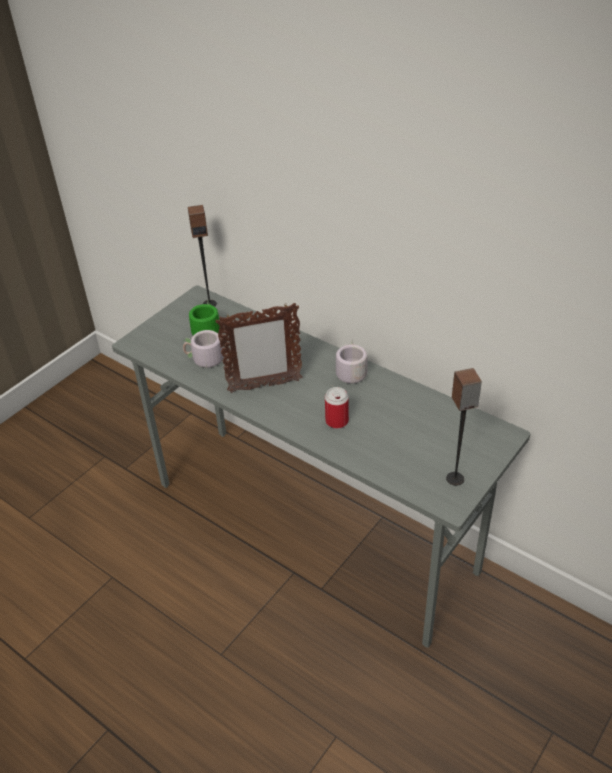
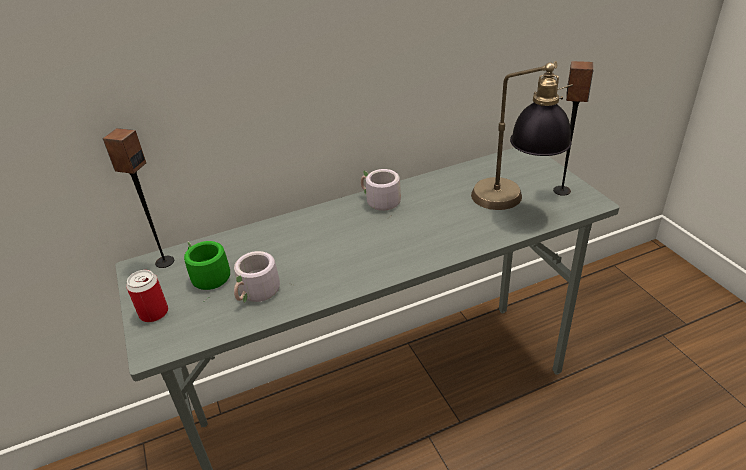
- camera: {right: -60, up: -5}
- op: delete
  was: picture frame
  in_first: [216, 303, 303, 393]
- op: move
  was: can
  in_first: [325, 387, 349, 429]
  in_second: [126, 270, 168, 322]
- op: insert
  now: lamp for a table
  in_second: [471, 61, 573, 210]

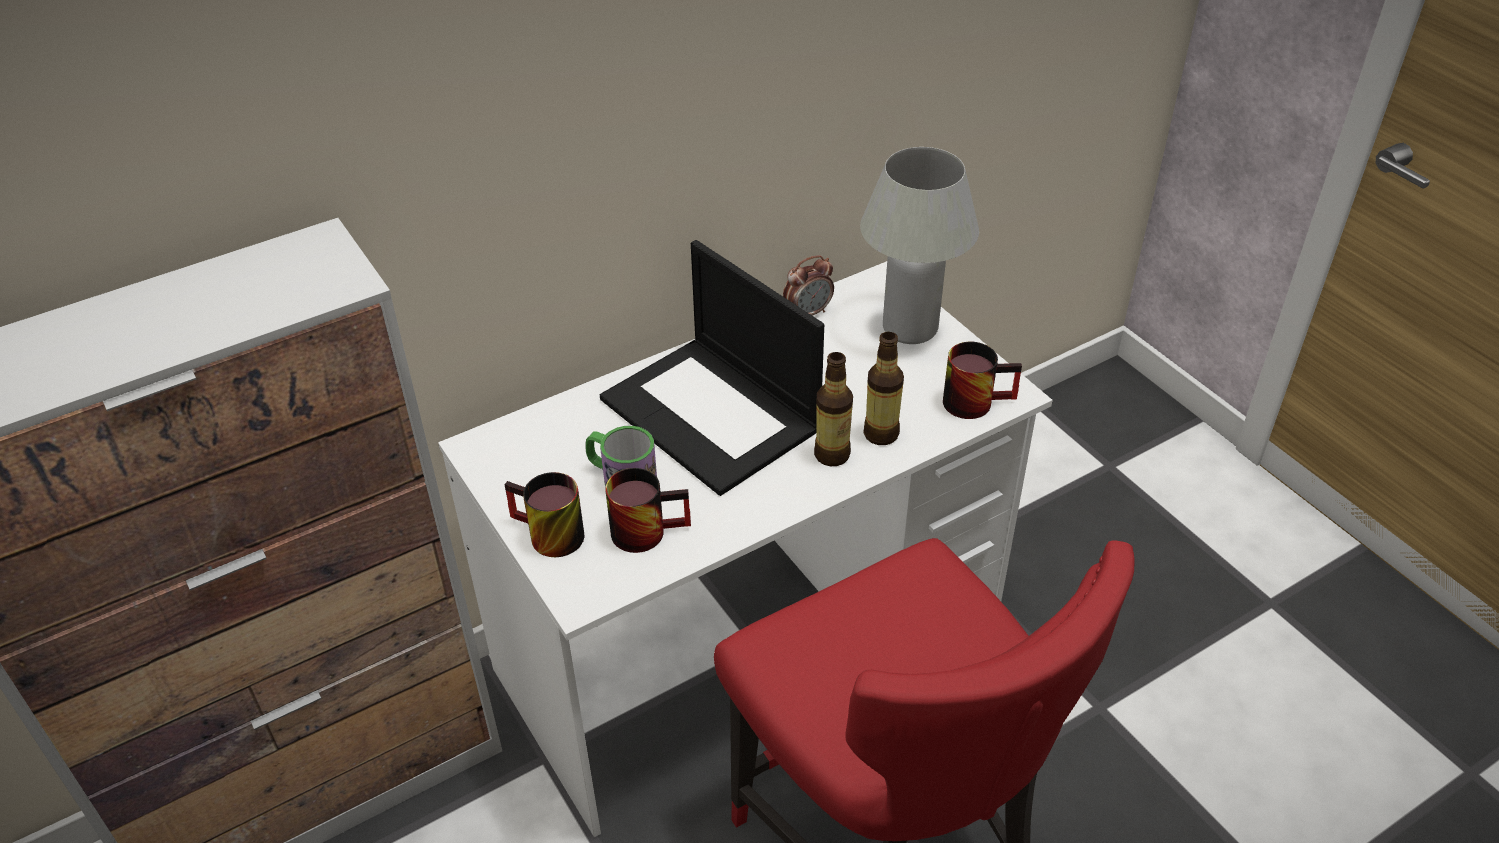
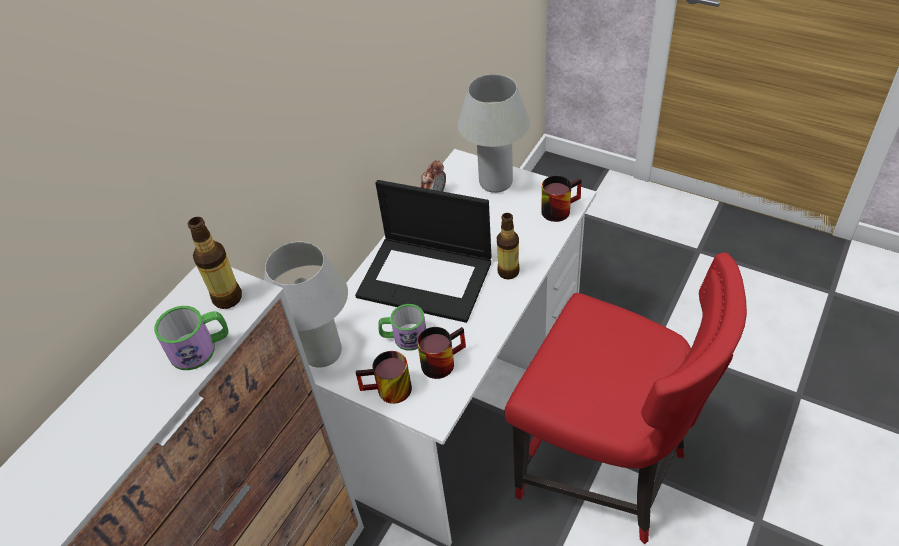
- camera: {right: -25, up: 5}
- op: move
  was: bottle
  in_first: [864, 332, 904, 445]
  in_second: [188, 217, 242, 309]
- op: insert
  now: lamp for a table/whitish
  in_second: [264, 242, 348, 368]
- op: insert
  now: coffee mug
  in_second: [154, 306, 228, 370]

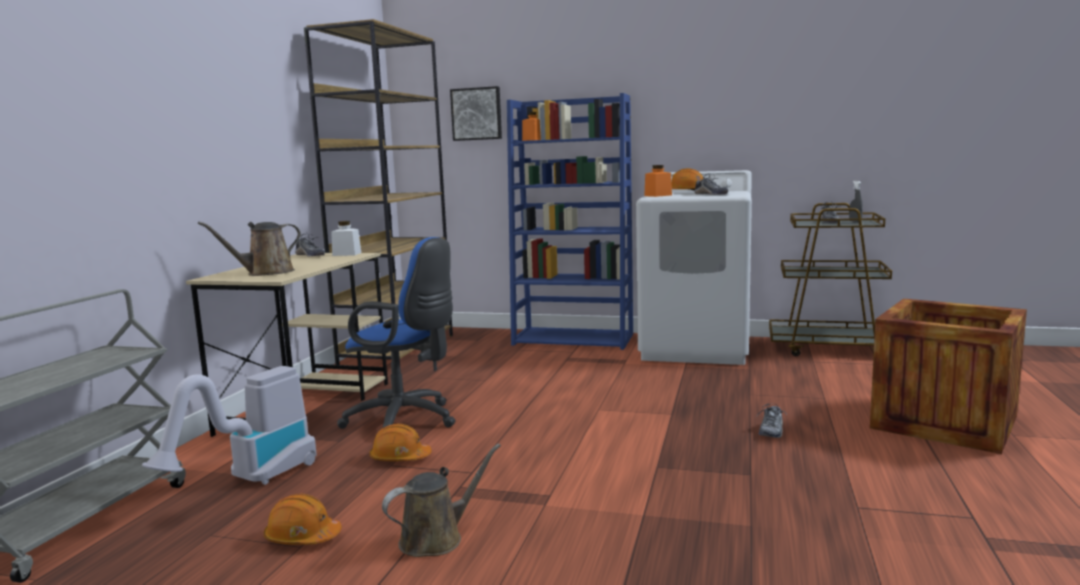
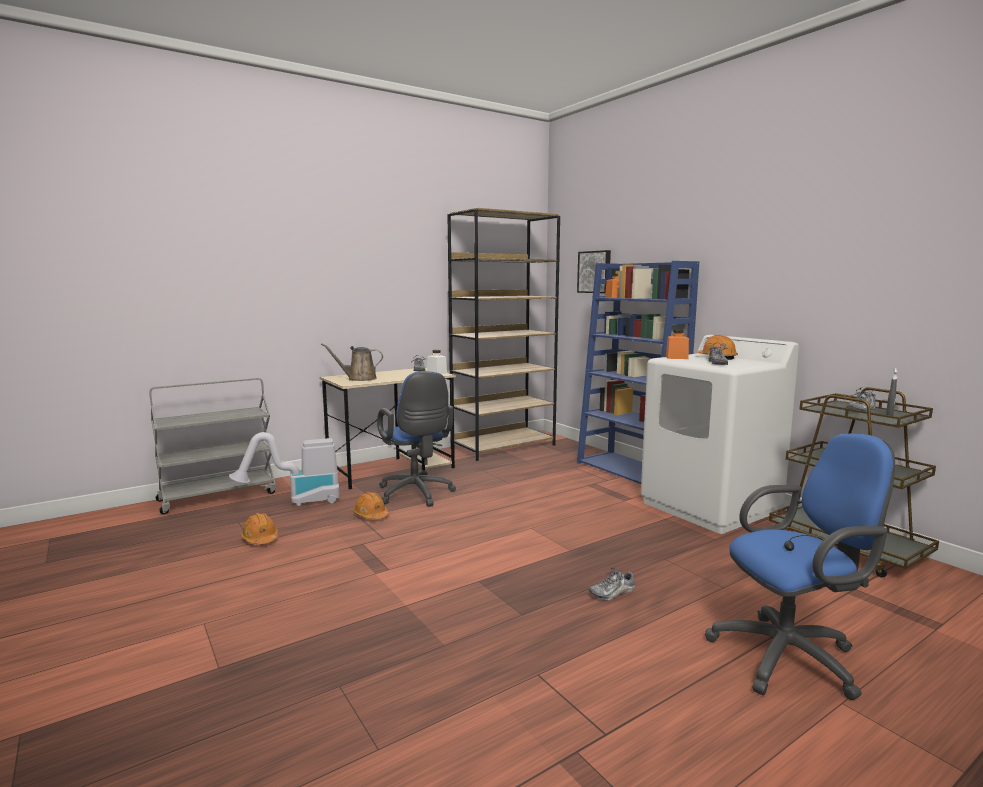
- camera: {right: 40, up: 0}
- op: replace
  was: shipping crate
  now: computer chair/blue
  in_first: [870, 298, 1027, 454]
  in_second: [705, 434, 895, 700]
- op: delete
  was: watering can/brownish
  in_first: [382, 444, 501, 557]

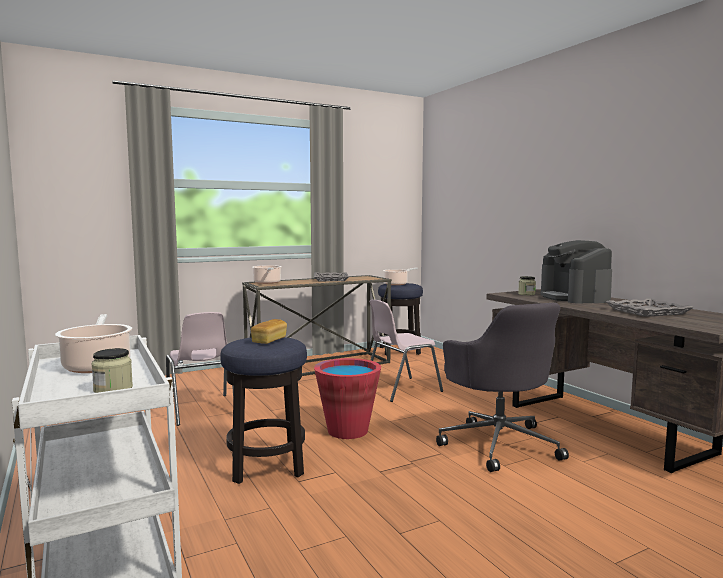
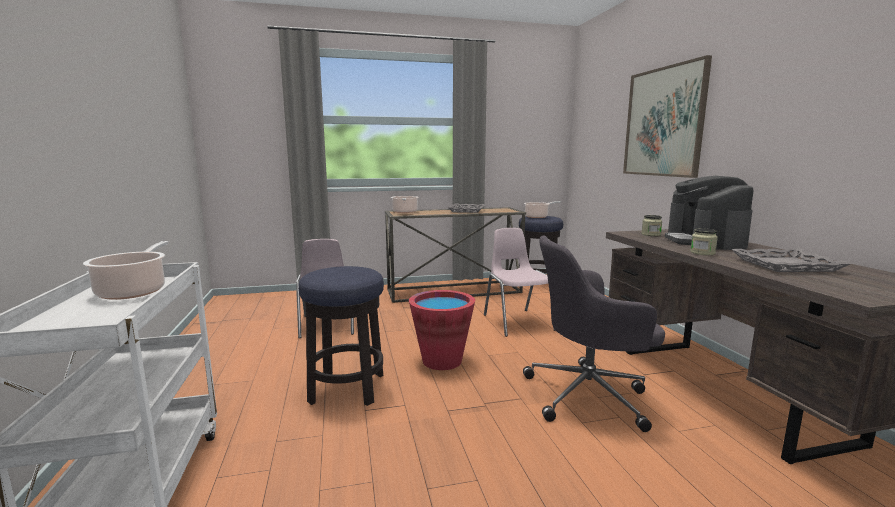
- camera: {right: 15, up: 5}
- op: rotate
  was: chair/pink
  in_first: [369, 299, 443, 402]
  in_second: [484, 228, 555, 337]
  clockwise: 90
- op: rotate
  was: computer chair/gray
  in_first: [436, 303, 569, 472]
  in_second: [523, 236, 665, 432]
  clockwise: 90
- op: delete
  was: bakery bread
  in_first: [251, 319, 287, 344]
- op: move
  was: jar
  in_first: [91, 348, 133, 393]
  in_second: [690, 228, 718, 255]
- op: insert
  now: picture
  in_second: [623, 55, 712, 178]

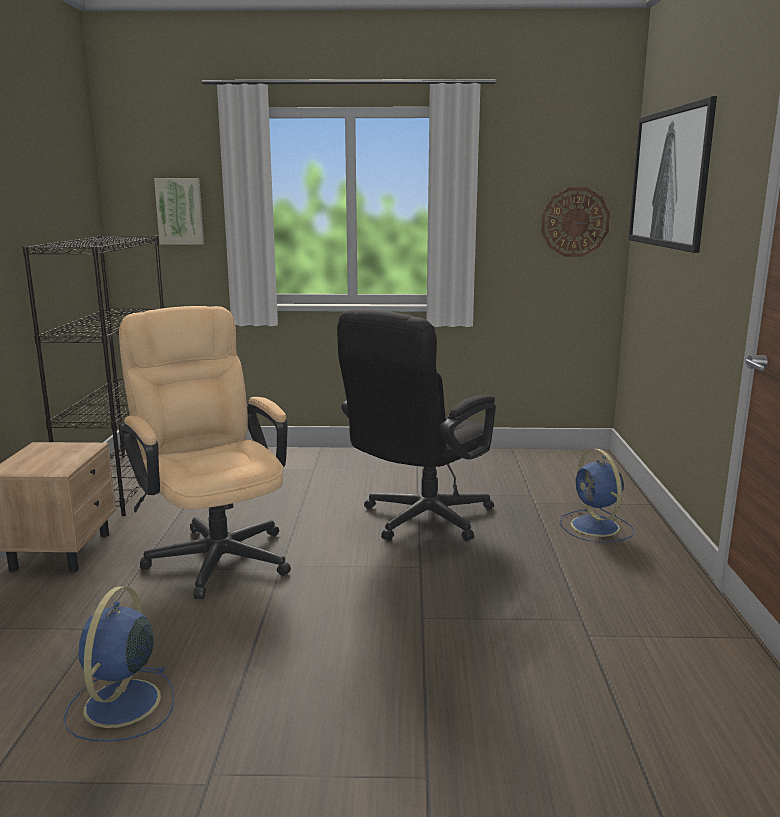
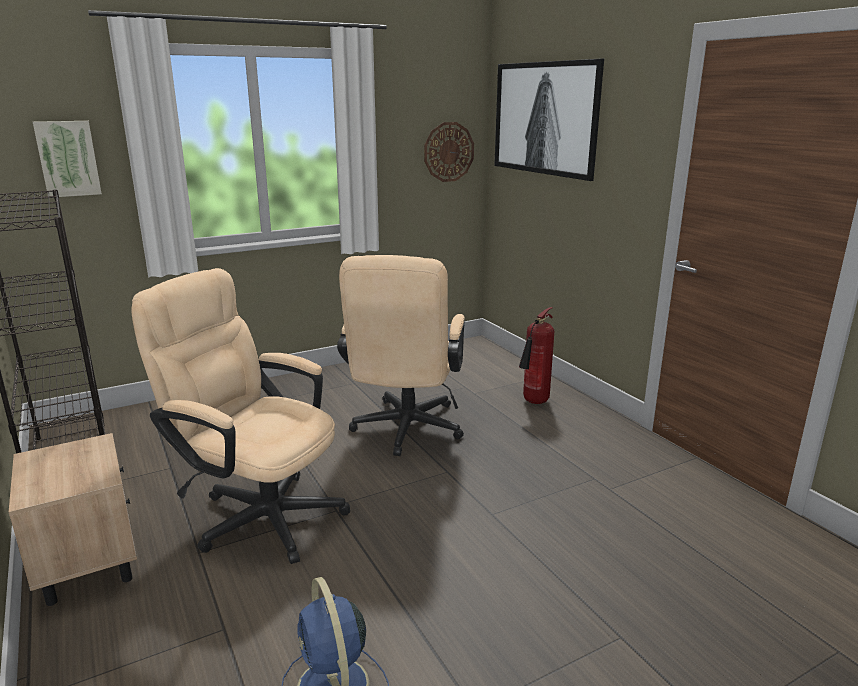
- camera: {right: -30, up: 5}
- op: recolor
  was: computer chair/black-coloured
  now: computer chair/beige
  in_first: [337, 309, 496, 541]
  in_second: [337, 255, 465, 456]
- op: replace
  was: fan/blue
  now: fire-fighting cylinder
  in_first: [560, 449, 635, 543]
  in_second: [519, 307, 554, 404]

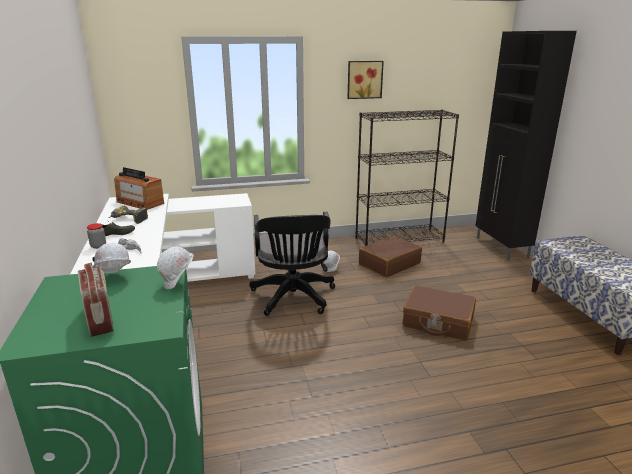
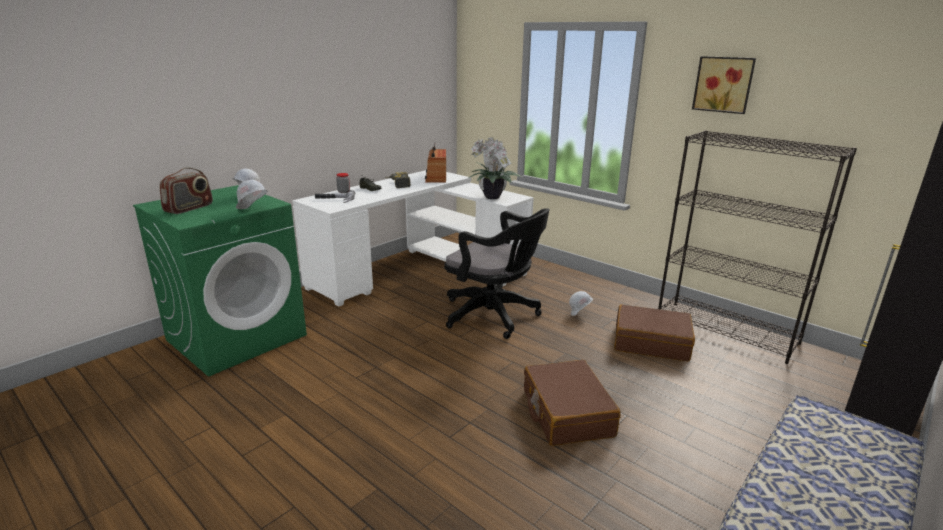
- camera: {right: 55, up: 0}
- op: rotate
  was: computer chair/black-coloured
  in_first: [249, 212, 335, 316]
  in_second: [444, 208, 550, 339]
  clockwise: -105
- op: insert
  now: houseplant
  in_second: [469, 137, 522, 199]

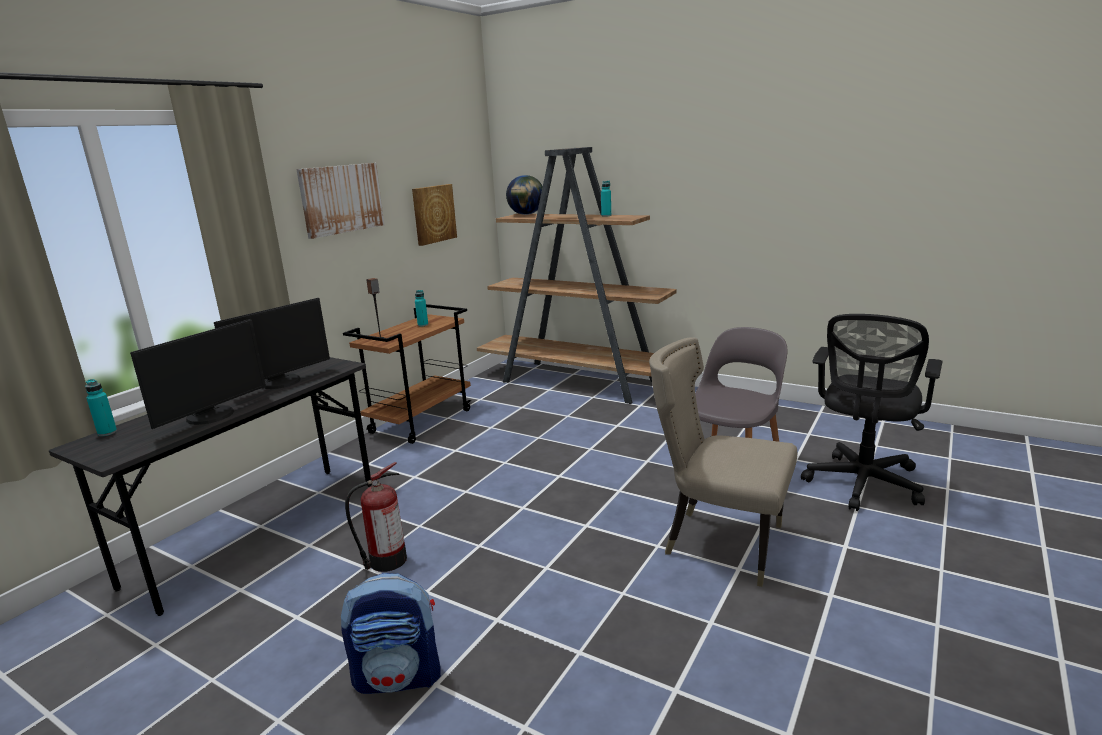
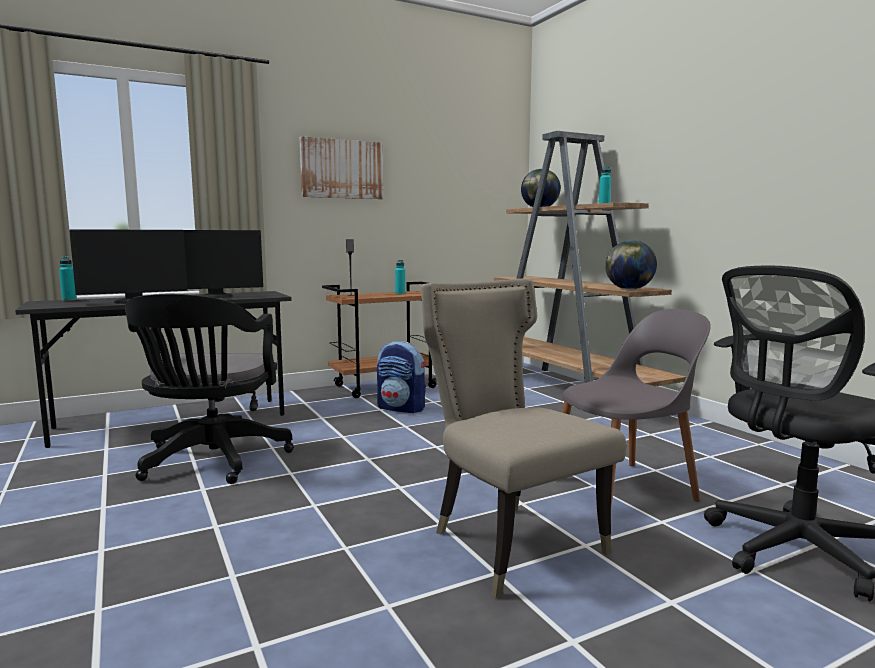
- camera: {right: 30, up: -10}
- op: delete
  was: picture
  in_first: [412, 184, 457, 246]
- op: replace
  was: fire-fighting cylinder
  now: computer chair/black-coloured
  in_first: [345, 462, 407, 572]
  in_second: [125, 294, 294, 484]
- op: move
  was: knapsack
  in_first: [341, 573, 441, 694]
  in_second: [377, 341, 426, 413]
- op: insert
  now: desk globe
  in_second: [605, 240, 657, 290]

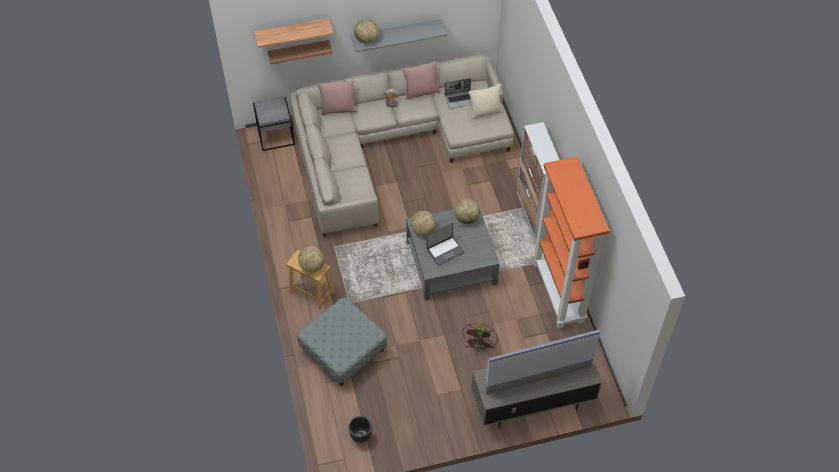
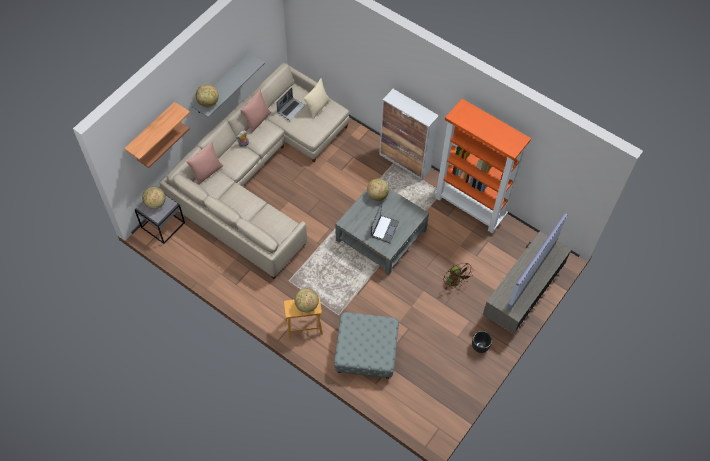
- camera: {right: -40, up: 5}
- op: move
  was: desk globe
  in_first: [411, 211, 437, 236]
  in_second: [142, 186, 166, 209]
- op: move
  was: flower pot/black-coloured
  in_first: [349, 416, 372, 443]
  in_second: [472, 331, 492, 353]

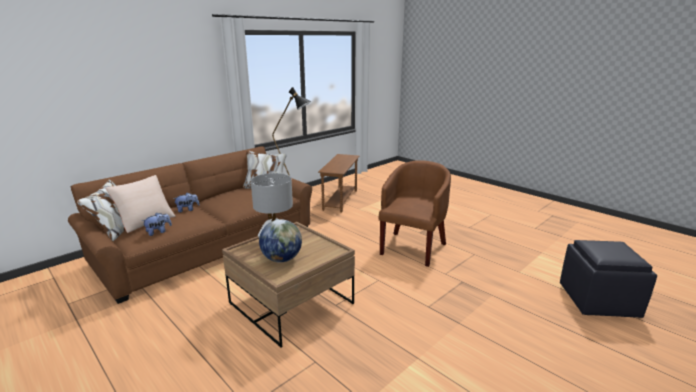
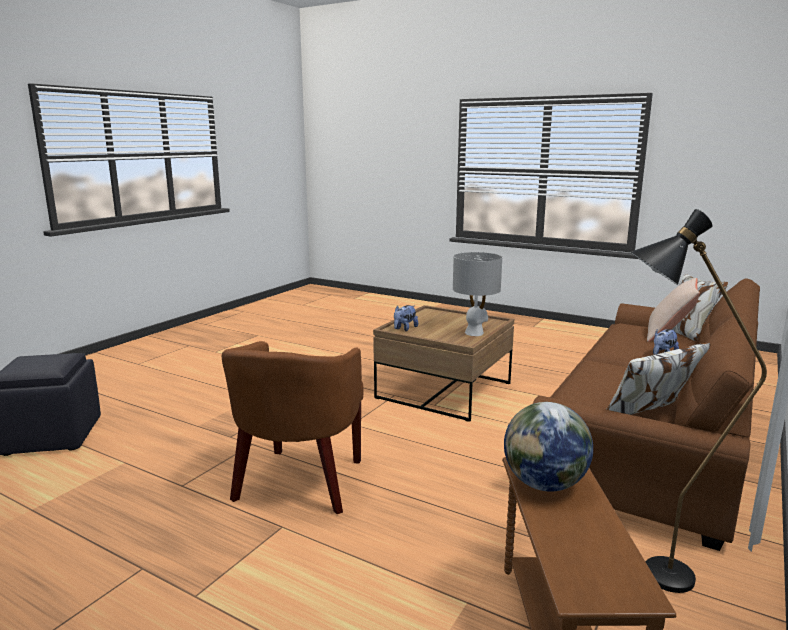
- camera: {right: 165, up: -5}
- op: move
  was: soft toy
  in_first: [142, 212, 172, 236]
  in_second: [394, 305, 418, 331]
- op: move
  was: desk globe
  in_first: [259, 219, 302, 262]
  in_second: [504, 402, 593, 492]

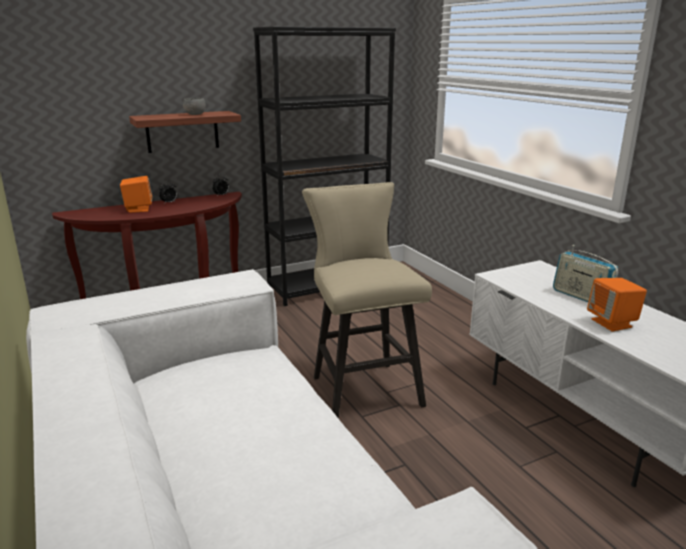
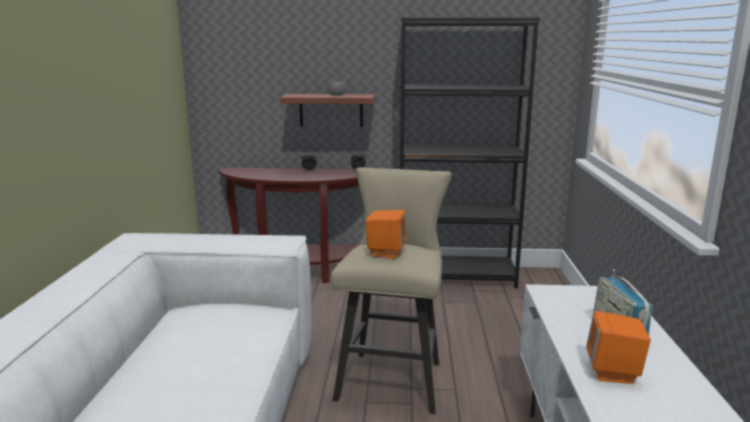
- camera: {right: 30, up: -5}
- op: move
  was: speaker/orangey
  in_first: [120, 176, 153, 213]
  in_second: [365, 210, 407, 259]

